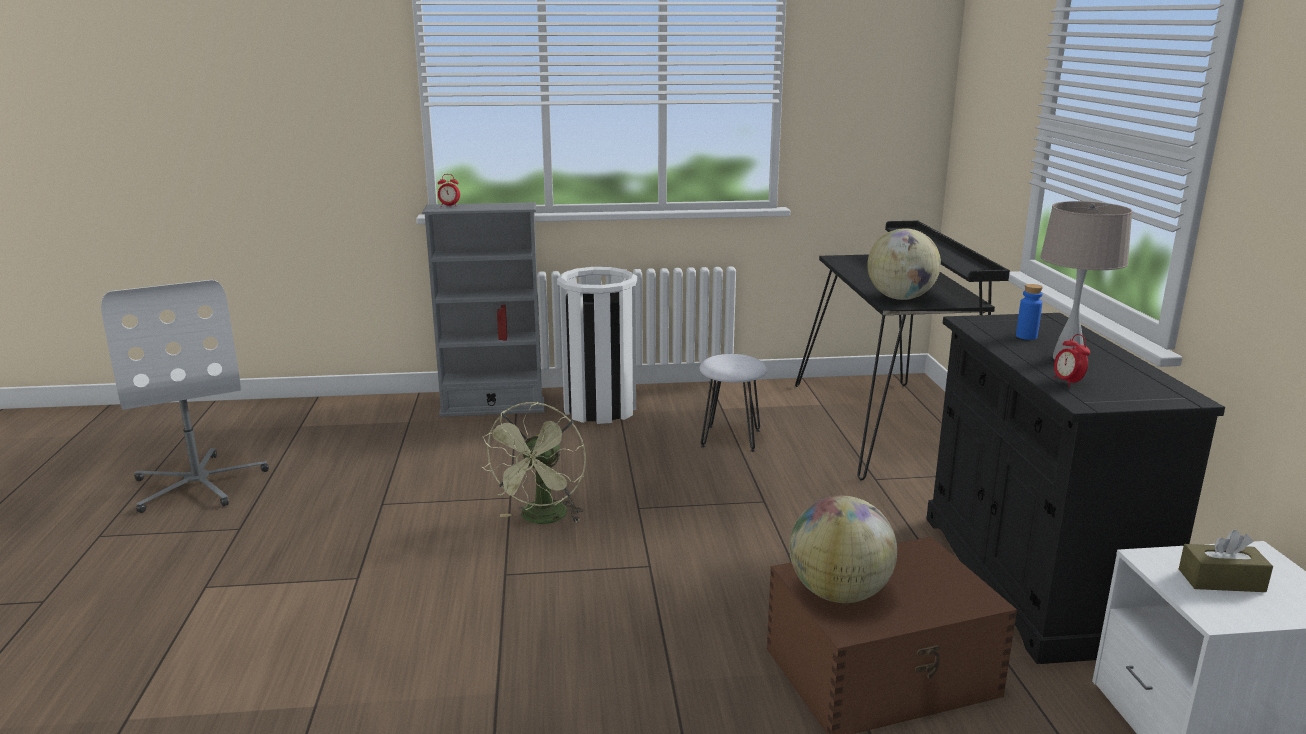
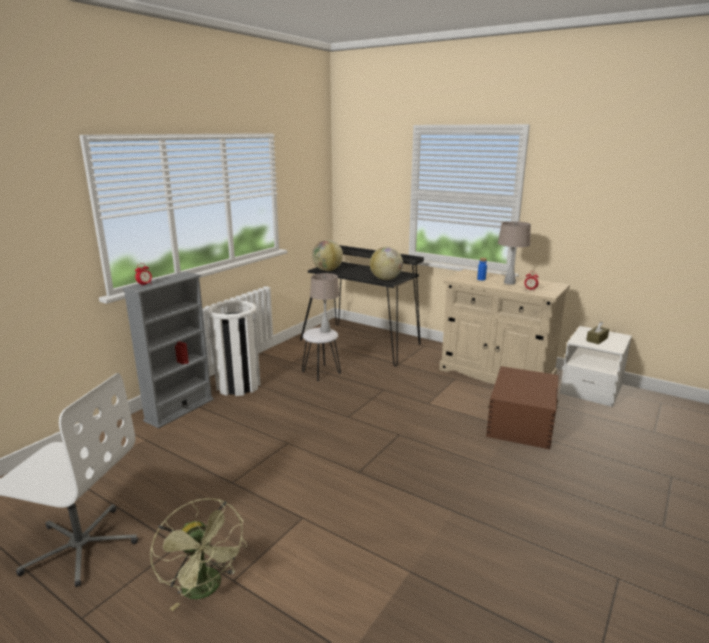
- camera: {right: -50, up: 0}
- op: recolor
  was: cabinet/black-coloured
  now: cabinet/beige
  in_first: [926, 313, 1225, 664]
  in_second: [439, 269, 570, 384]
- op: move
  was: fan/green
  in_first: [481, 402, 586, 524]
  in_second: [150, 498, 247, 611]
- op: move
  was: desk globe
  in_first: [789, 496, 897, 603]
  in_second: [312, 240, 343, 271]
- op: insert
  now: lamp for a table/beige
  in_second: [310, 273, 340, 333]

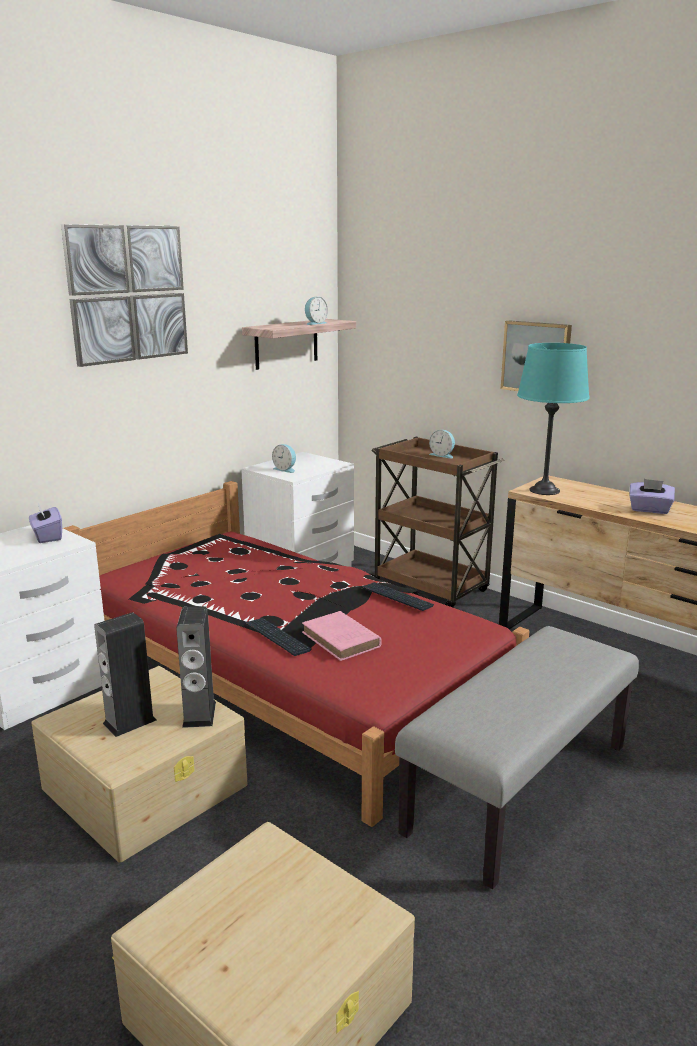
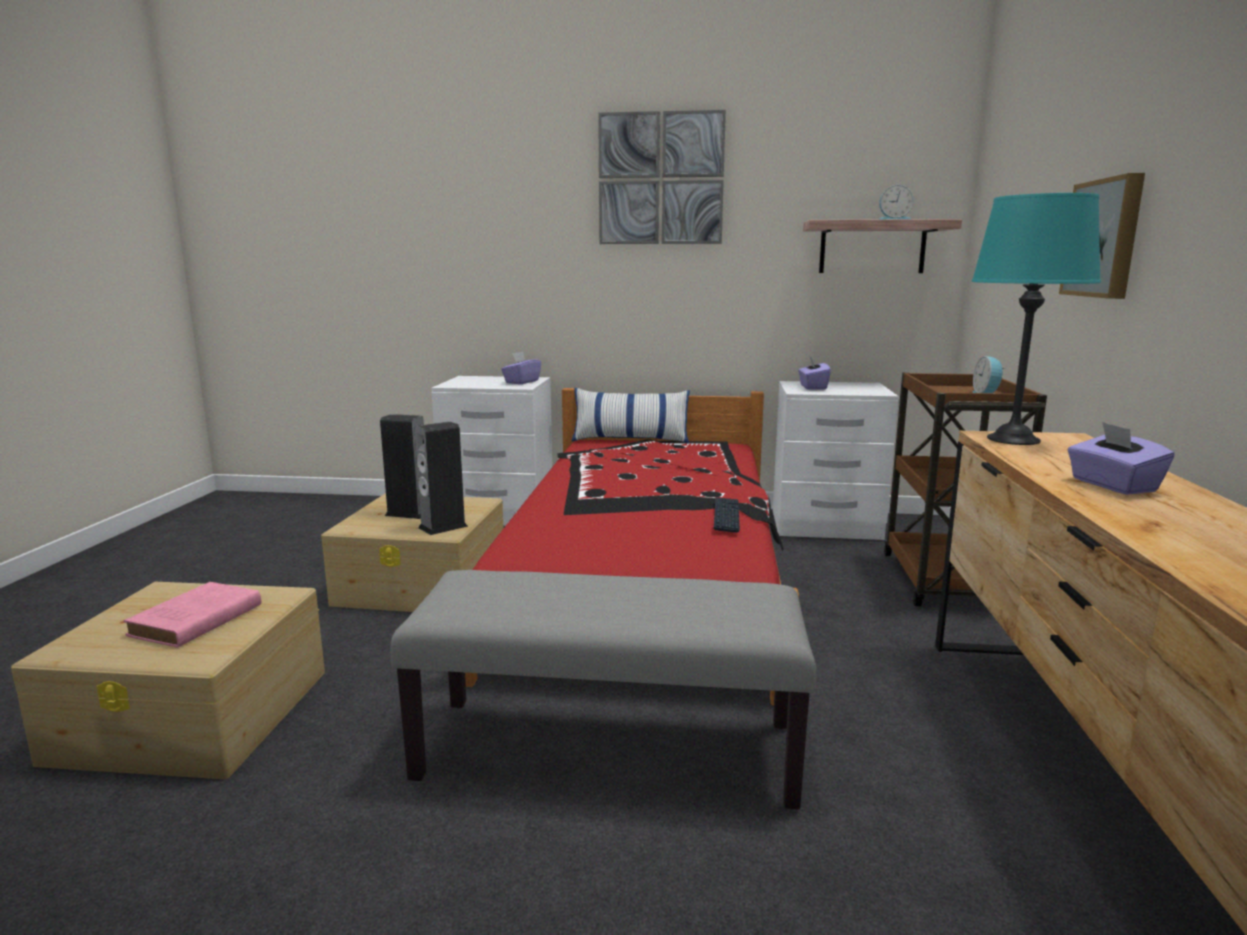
- camera: {right: 55, up: -5}
- op: replace
  was: alarm clock
  now: tissue holder/purplish
  in_first: [272, 444, 296, 473]
  in_second: [798, 355, 831, 390]
- op: move
  was: bound book/pink
  in_first: [302, 611, 382, 661]
  in_second: [123, 582, 261, 648]
- op: delete
  was: keyboard
  in_first: [245, 618, 311, 656]
- op: insert
  now: pillow
  in_second: [571, 388, 690, 443]

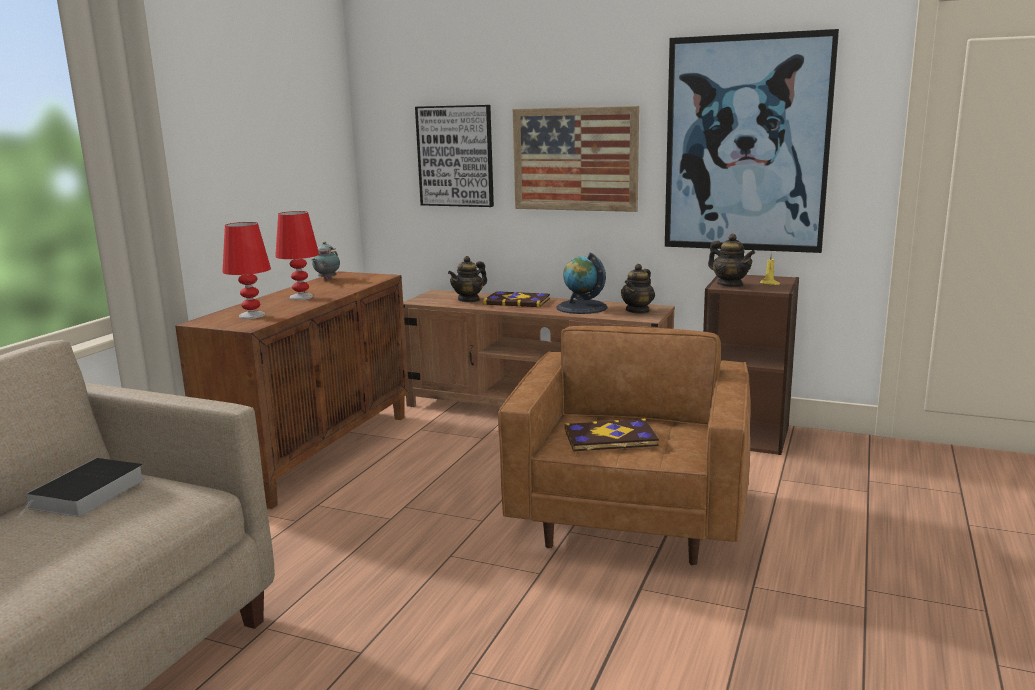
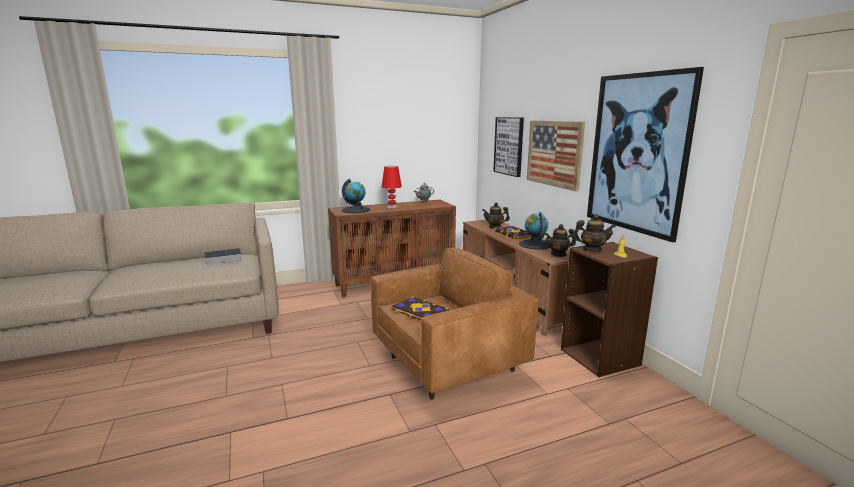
- camera: {right: 45, up: 0}
- op: replace
  was: lamp for a table/red-coloured
  now: desk globe
  in_first: [222, 222, 271, 319]
  in_second: [342, 179, 370, 213]
- op: rotate
  was: teapot
  in_first: [708, 234, 755, 287]
  in_second: [573, 214, 616, 251]
  clockwise: -90

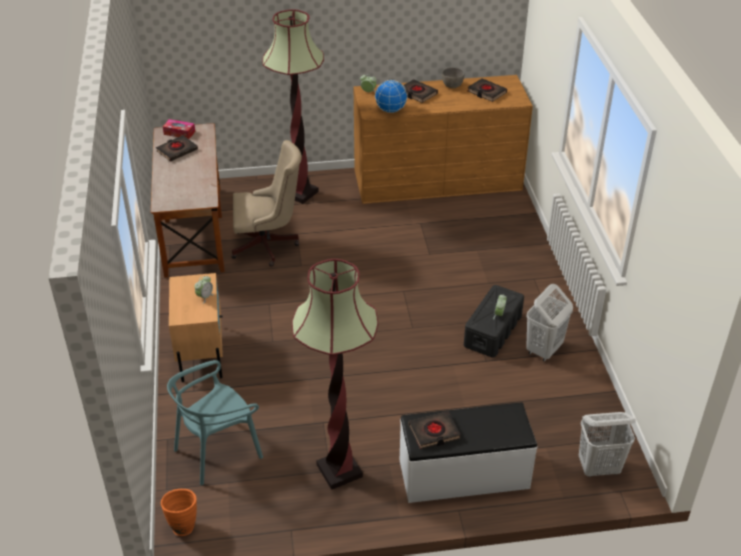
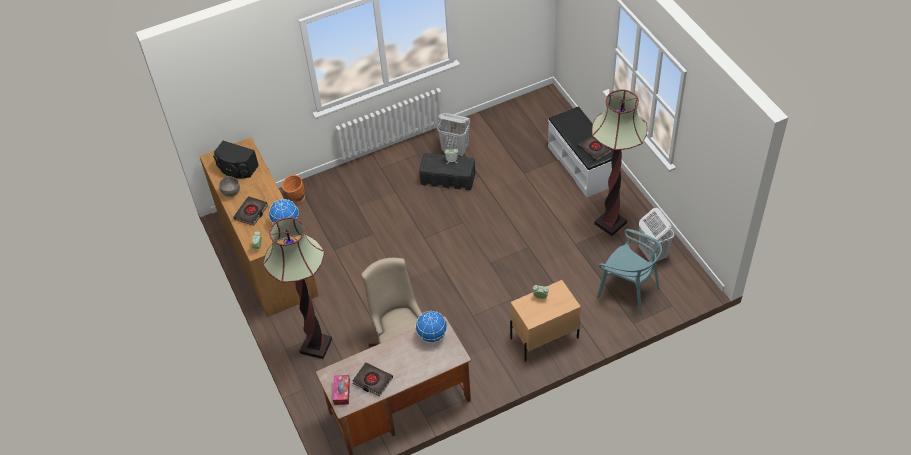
- camera: {right: -105, up: 10}
- op: replace
  was: bound book/black-coloured
  now: speaker/black-coloured
  in_first: [468, 78, 507, 102]
  in_second: [213, 141, 259, 179]
- op: move
  was: washing basket/whitish
  in_first: [579, 412, 636, 477]
  in_second: [639, 208, 674, 262]
- op: move
  was: flower vase/orangey
  in_first: [161, 489, 197, 536]
  in_second: [282, 175, 305, 203]
- op: insert
  now: desk globe
  in_second: [415, 311, 447, 343]

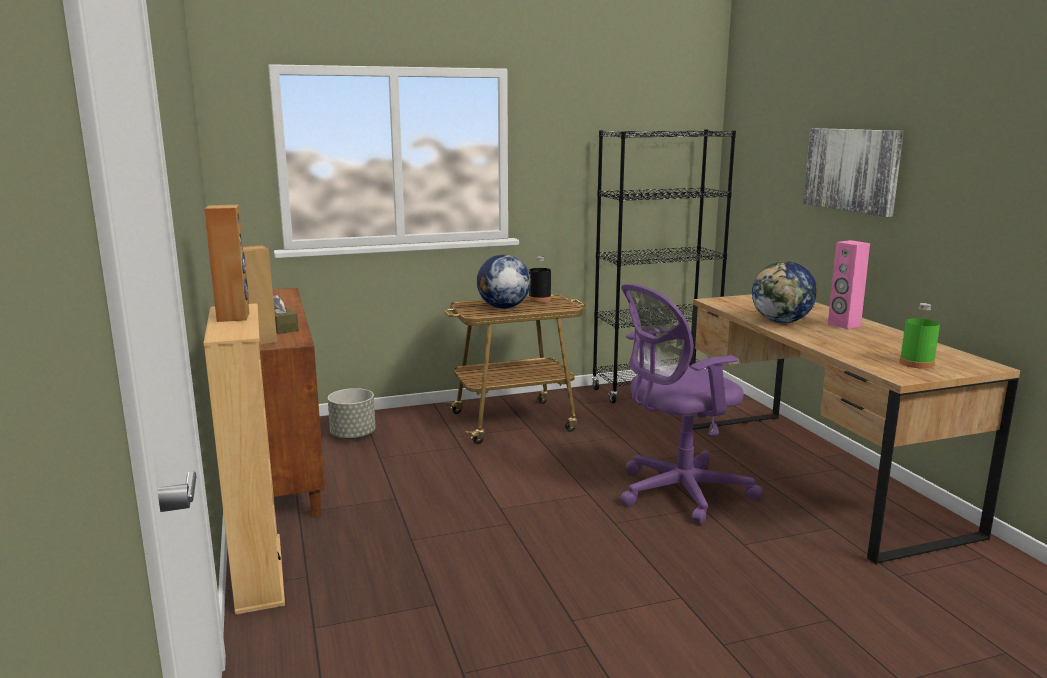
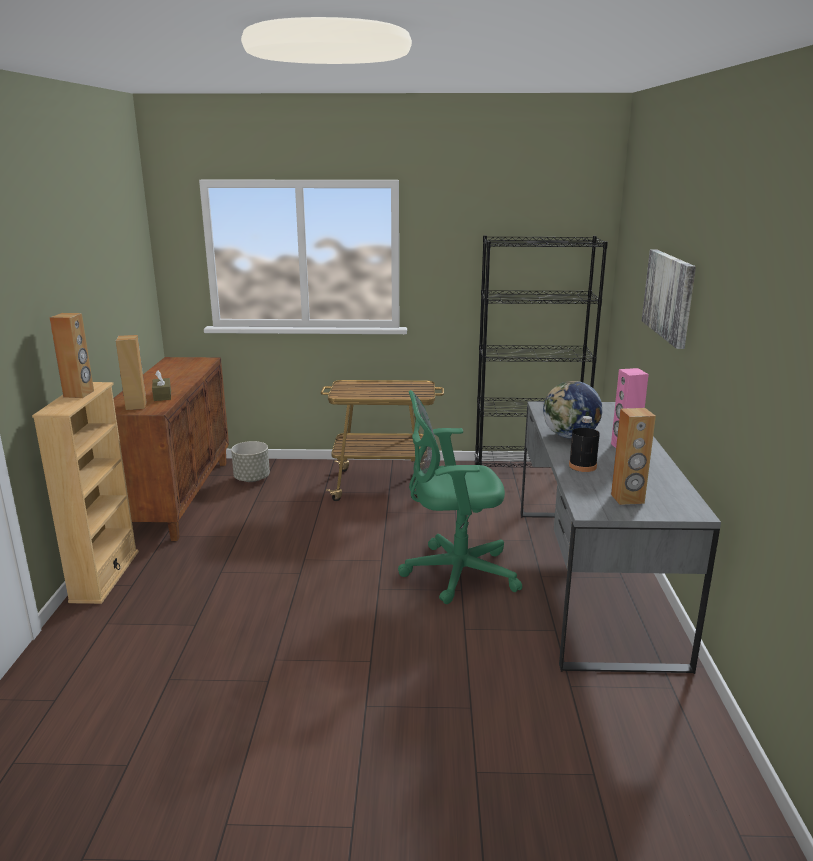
- camera: {right: 20, up: 5}
- op: delete
  was: desk globe
  in_first: [477, 254, 531, 309]
- op: move
  was: bottle/black-coloured
  in_first: [529, 256, 551, 302]
  in_second: [569, 416, 600, 472]
- op: recolor
  was: computer chair/purplish
  now: computer chair/green
  in_first: [620, 283, 763, 524]
  in_second: [398, 390, 522, 604]
- op: recolor
  was: desk table/brownish
  now: desk table/gray
  in_first: [689, 294, 1020, 565]
  in_second: [521, 401, 721, 674]
- op: replace
  was: bottle/green
  now: speaker/brownish
  in_first: [899, 303, 940, 369]
  in_second: [611, 408, 656, 505]

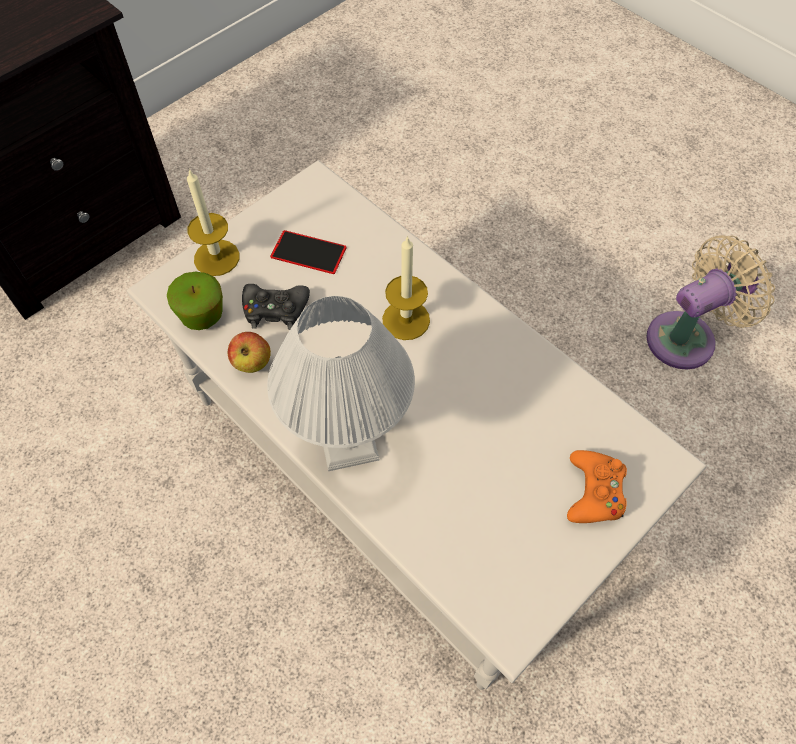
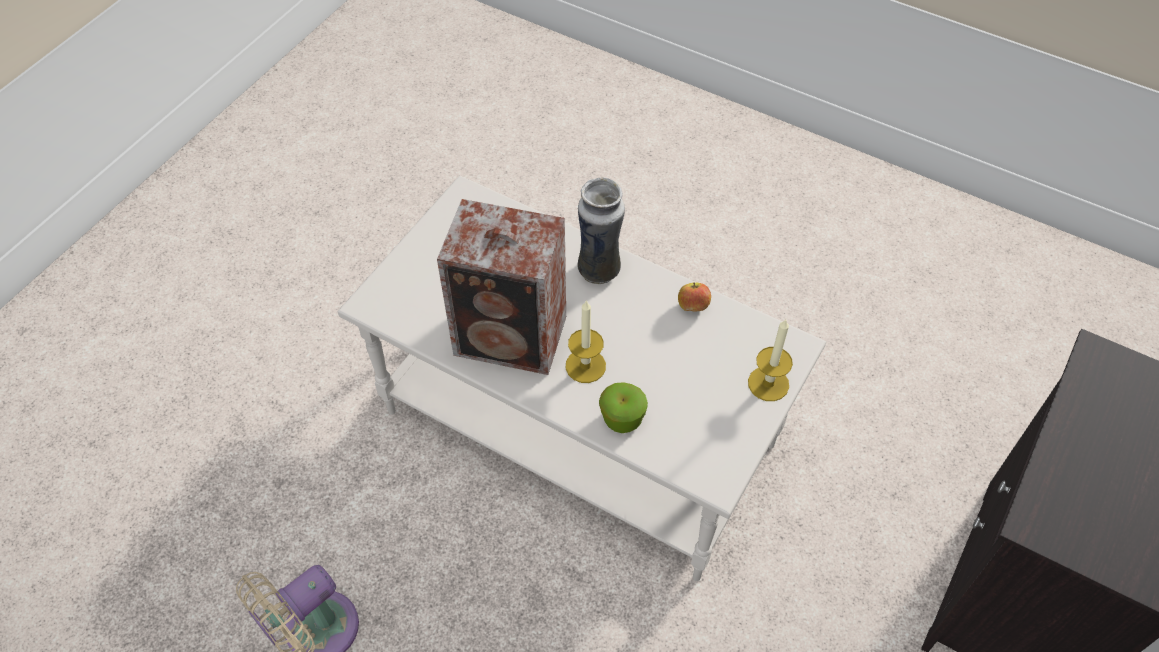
- camera: {right: 165, up: -5}
- op: delete
  was: handset
  in_first: [270, 230, 347, 274]
- op: move
  was: whole apple
  in_first: [167, 272, 223, 330]
  in_second: [599, 382, 648, 433]
- op: delete
  was: joypad/black-coloured
  in_first: [242, 284, 310, 330]
- op: replace
  was: lamp for a table/whitish
  now: flower vase
  in_first: [267, 296, 415, 471]
  in_second: [577, 177, 625, 284]
- op: delete
  was: joypad/orangey
  in_first: [567, 450, 627, 523]
- op: insert
  now: speaker
  in_second: [437, 199, 566, 375]

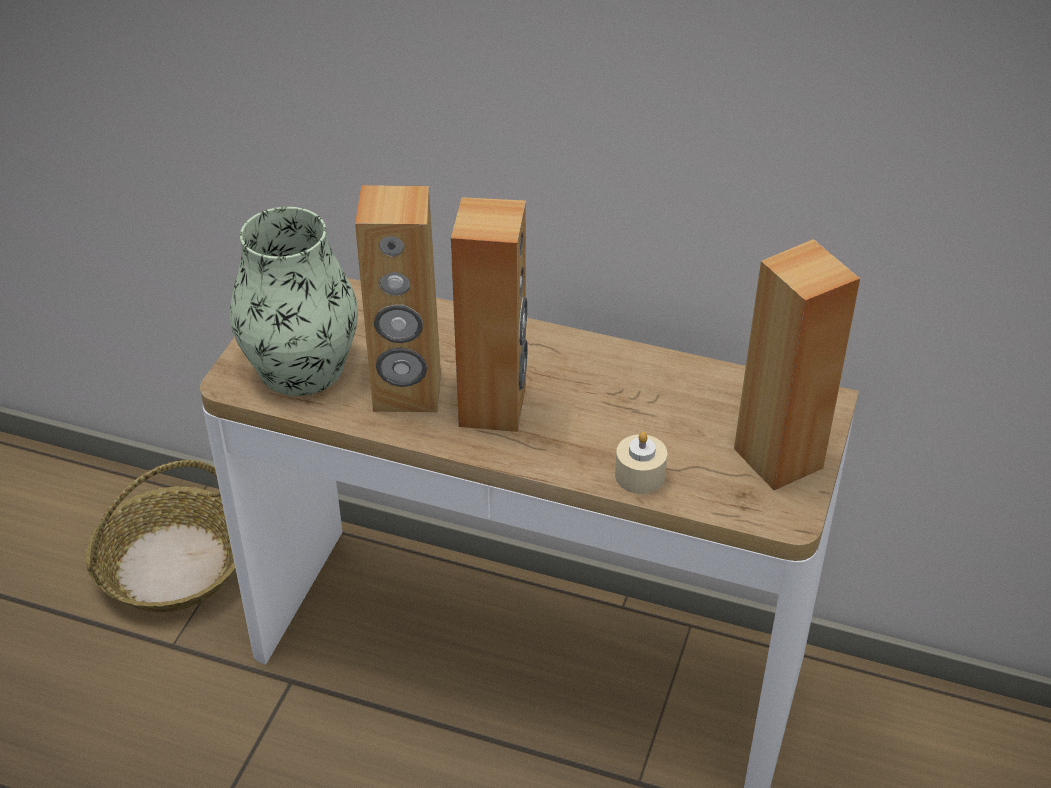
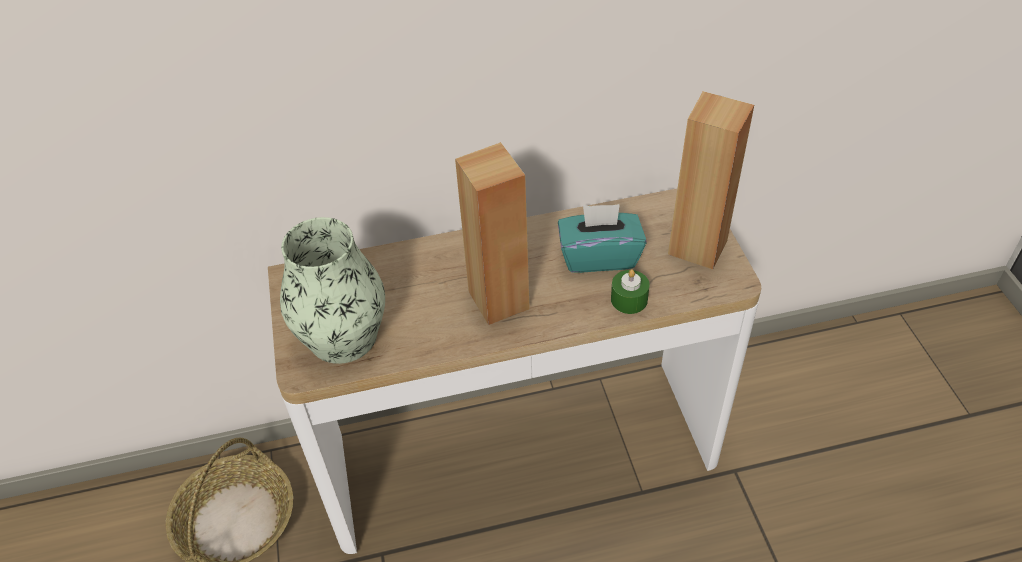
- camera: {right: -30, up: 5}
- op: delete
  was: speaker/brownish
  in_first: [355, 185, 441, 412]
- op: recolor
  was: wax light/beige
  now: wax light/green
  in_first: [615, 432, 668, 494]
  in_second: [611, 269, 650, 314]
- op: insert
  now: tissue holder/turquoise
  in_second: [558, 204, 647, 273]

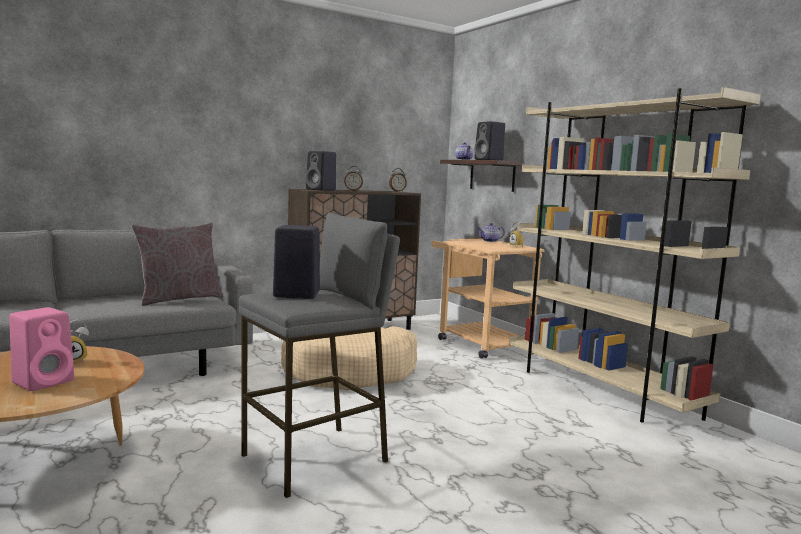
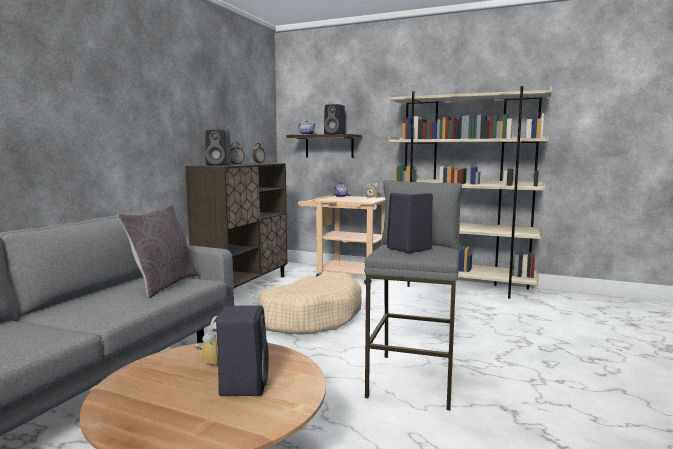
- camera: {right: -35, up: 0}
- op: recolor
  was: speaker/pink
  now: speaker/black-coloured
  in_first: [9, 307, 74, 391]
  in_second: [216, 305, 269, 396]

